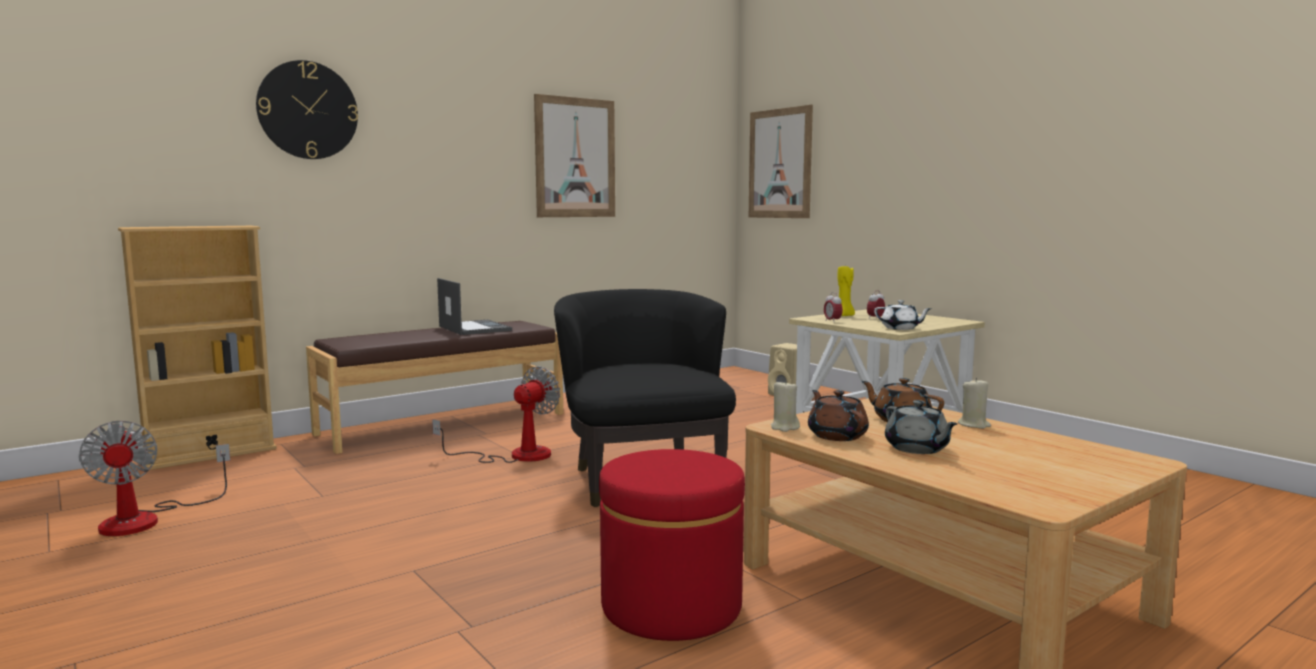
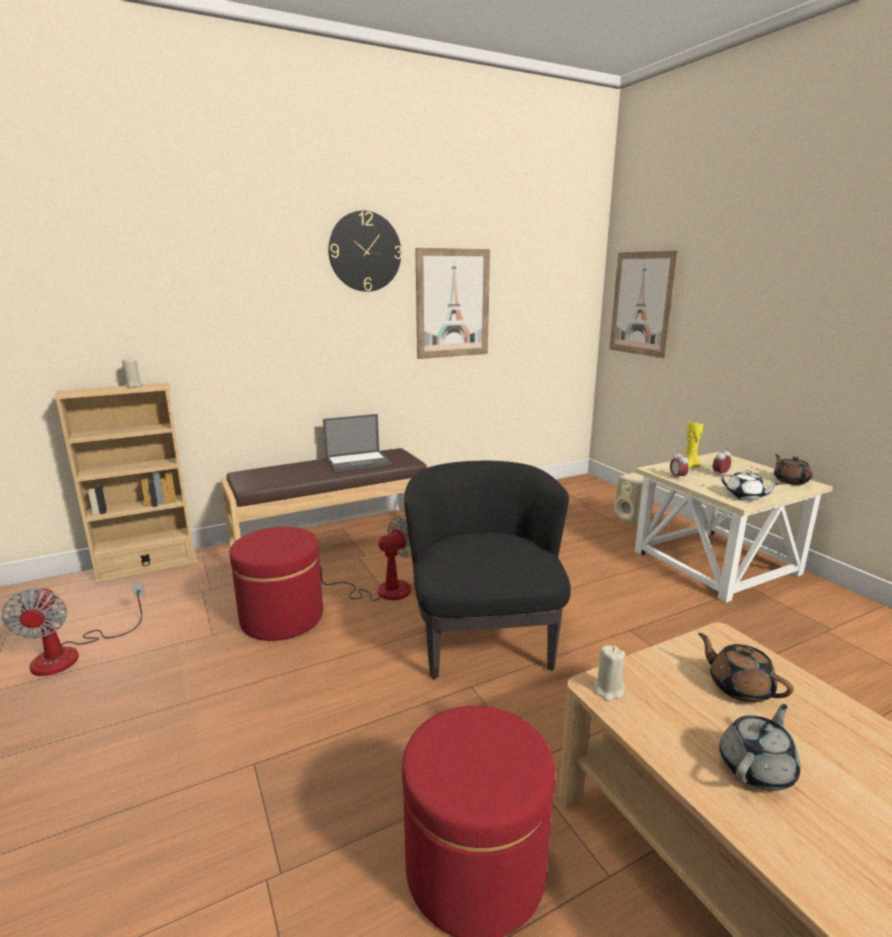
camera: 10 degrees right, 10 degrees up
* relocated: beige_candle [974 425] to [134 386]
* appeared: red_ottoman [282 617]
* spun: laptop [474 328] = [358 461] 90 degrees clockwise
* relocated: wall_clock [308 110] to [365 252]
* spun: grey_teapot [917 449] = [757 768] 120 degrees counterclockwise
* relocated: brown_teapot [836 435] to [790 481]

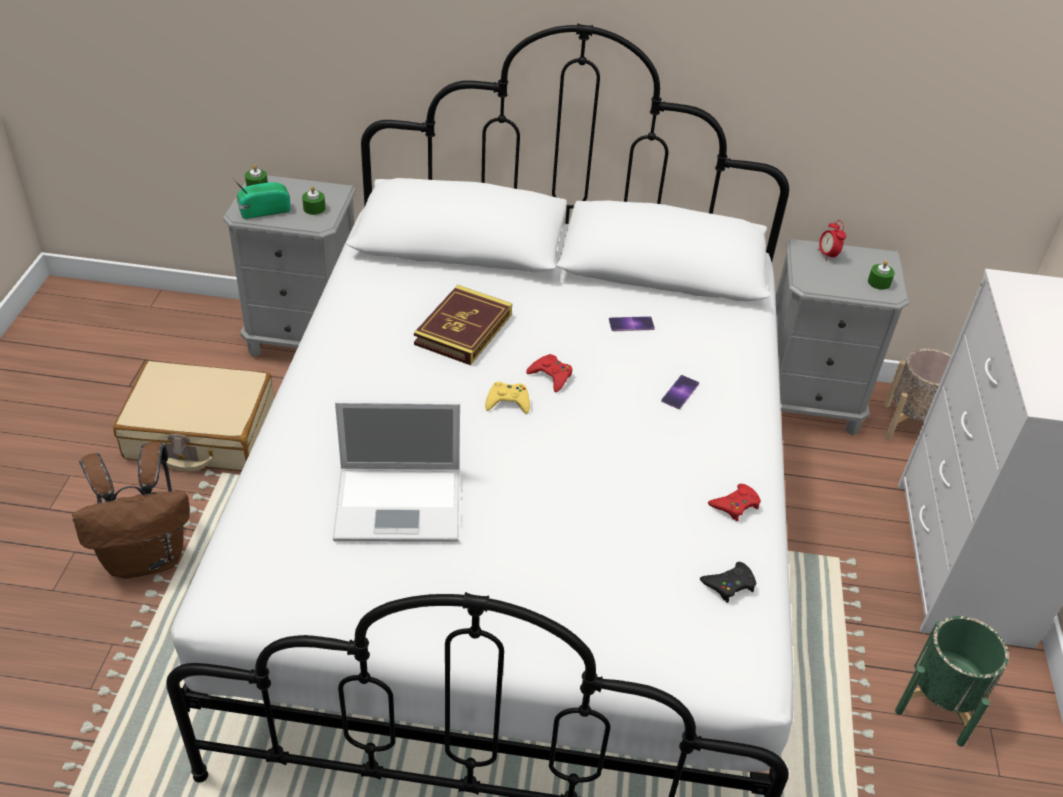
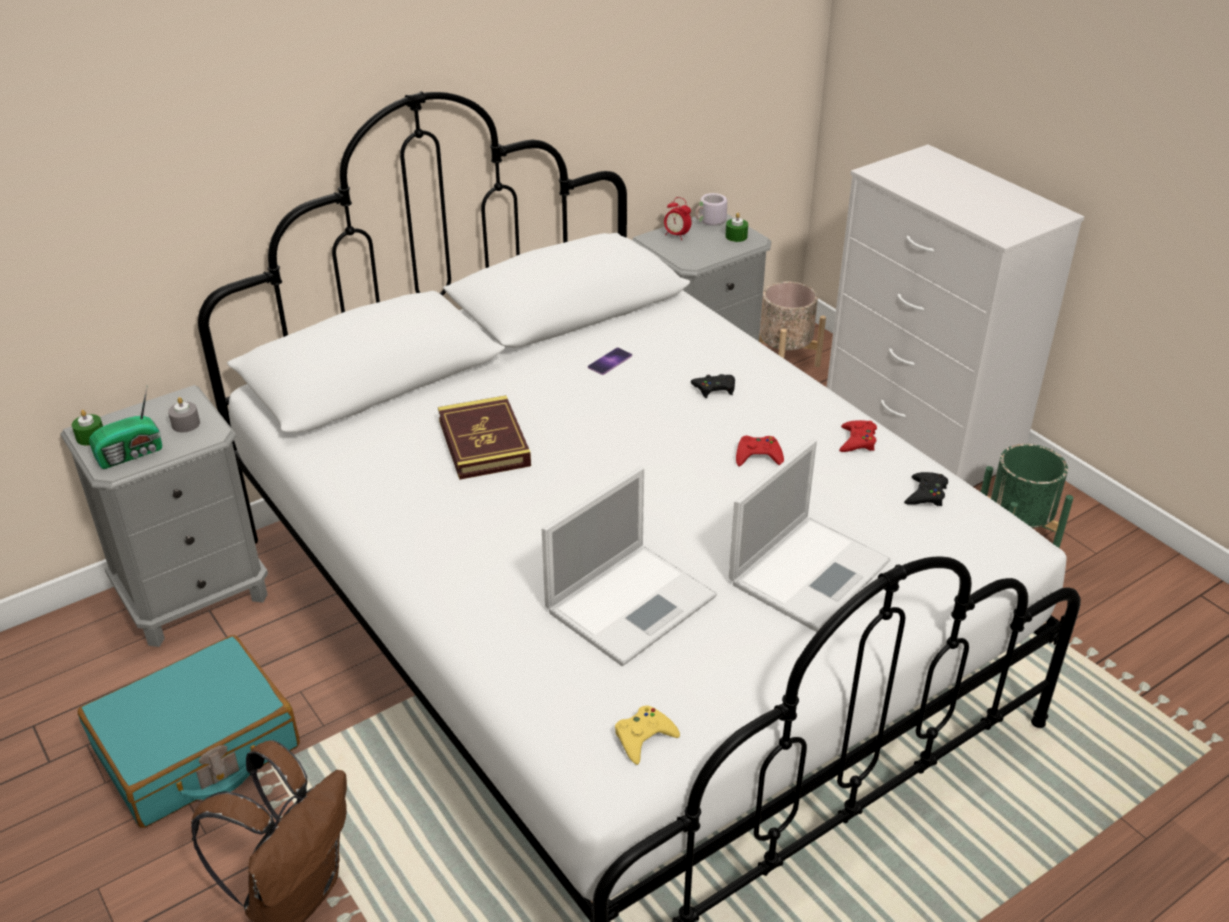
camera: 40 degrees left, 5 degrees down
* colour: beige_suitcase [200 433] to turquoise_suitcase [197 749]
* spun: radio [263 210] = [132 454] 150 degrees counterclockwise
* colour: green_candle [314 208] to grey_candle [186 424]
* relocated: yellow_game_controller [508 402] to [644 738]
* exchanged: phone [680 392] to black_game_controller [714 389]
* appeared: grey_mug [710 222]
* appeared: laptop [810 570]
* relocated: red_game_controller [551 376] to [758 456]

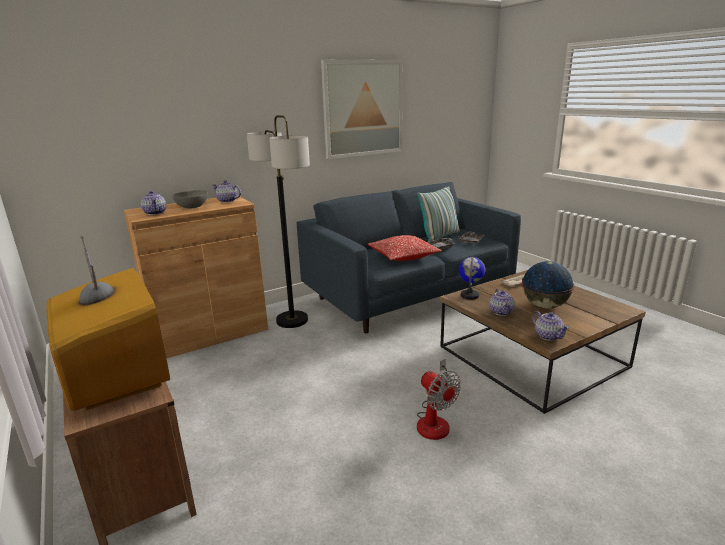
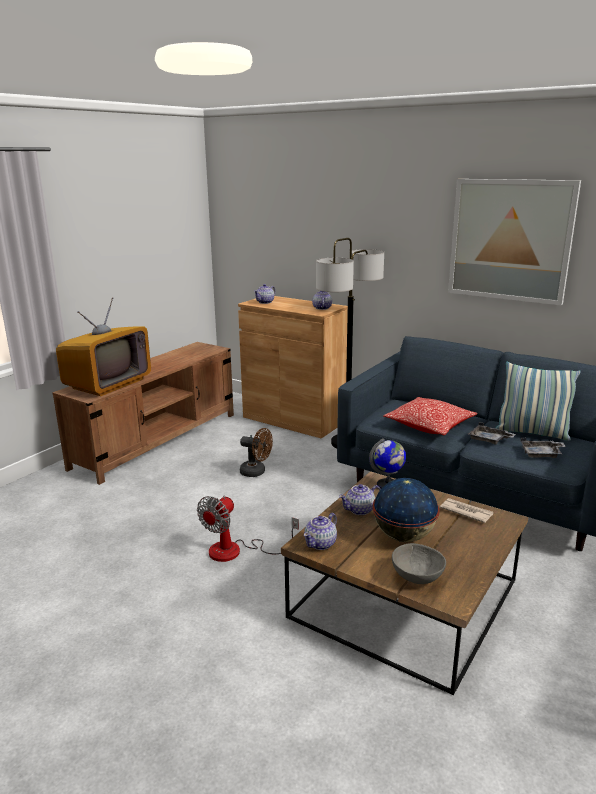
camera: 65 degrees right, 0 degrees up
* appeared: brown_fan [256 472]
* relocated: grey_bowl [191 207] to [416 577]

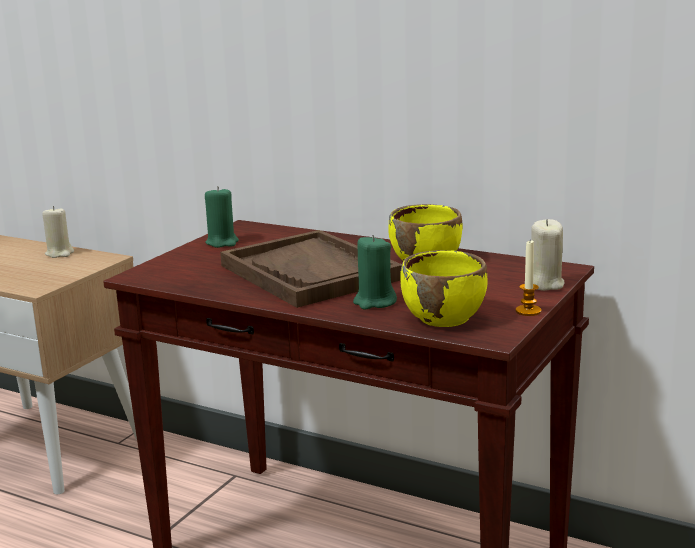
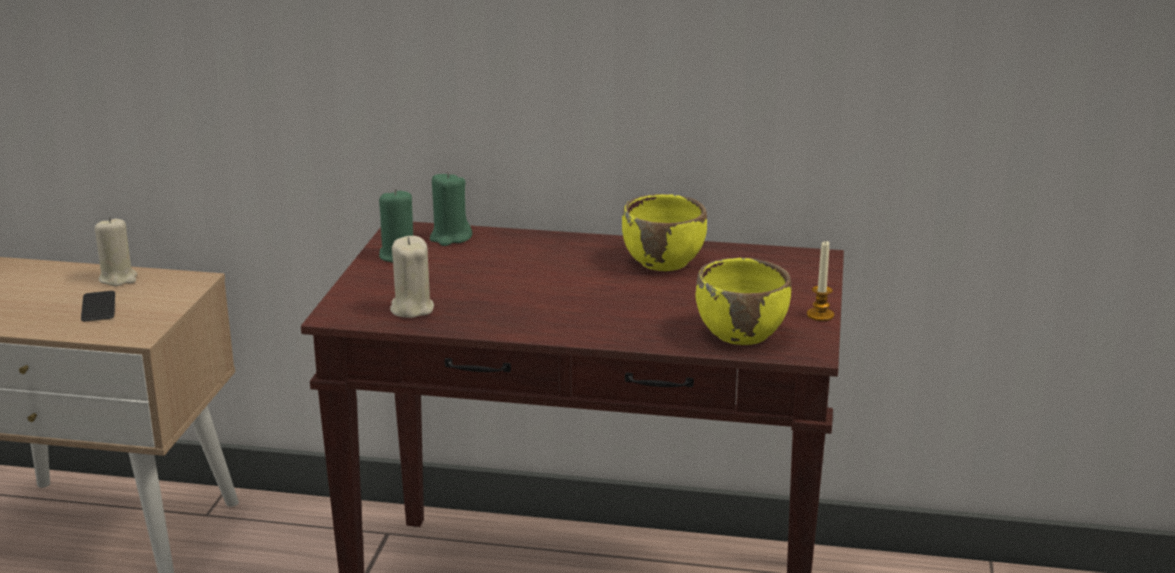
camera: 20 degrees left, 5 degrees up
* appeared: phone [98 307]
* relocated: beige_candle [544 284] to [411 309]
* relocated: green_candle [374 302] to [450 238]
* missing: brown_tray [310 272]

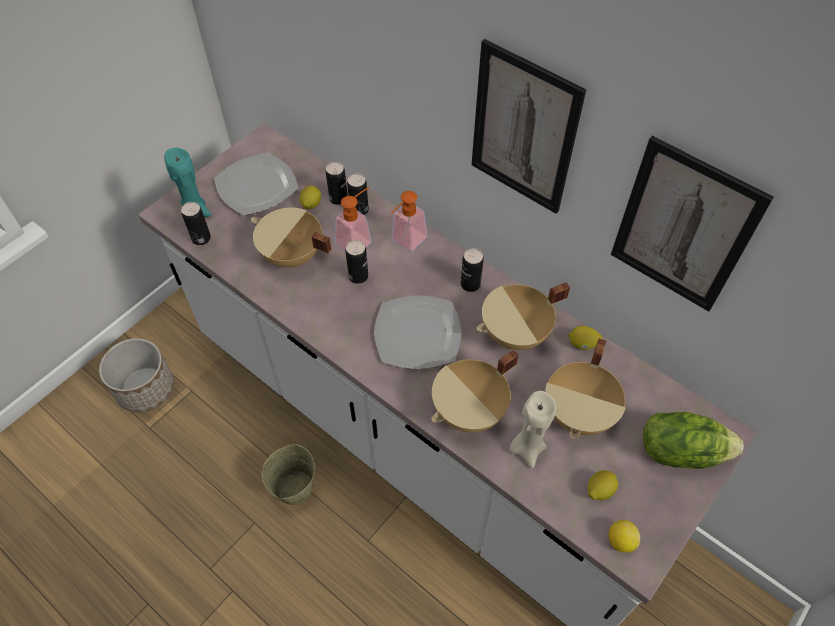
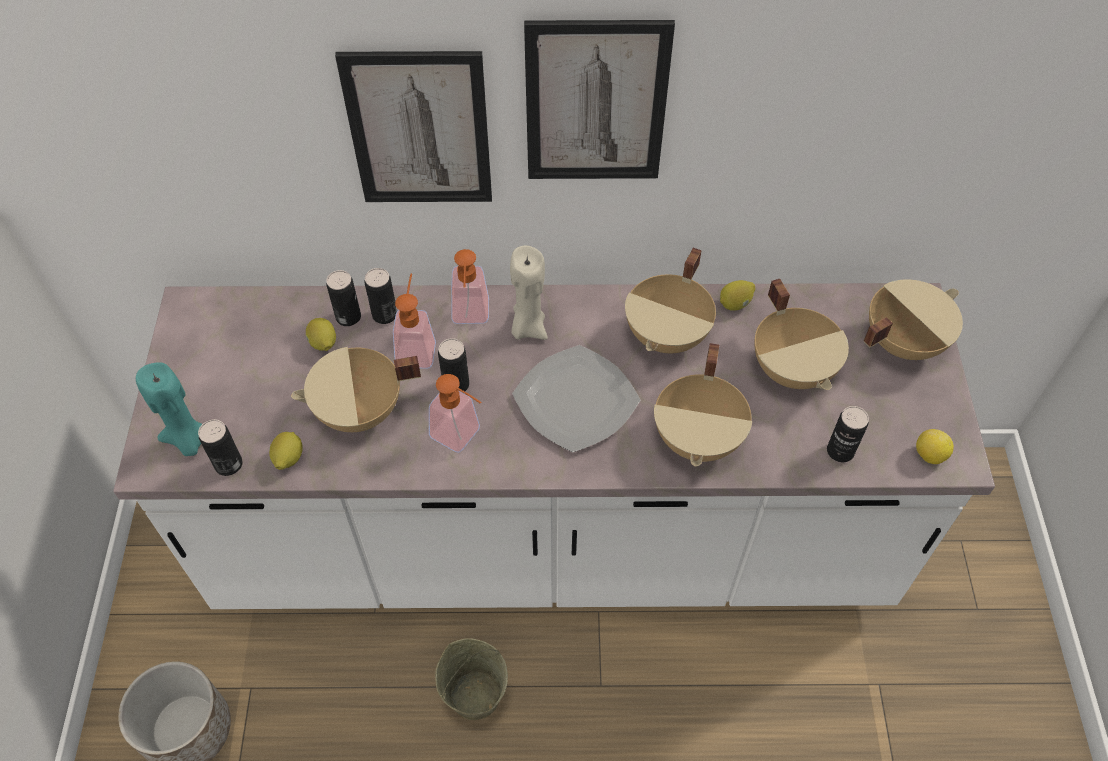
camera: 40 degrees left, 0 degrees up
* relocated: lemon [599 490] to [288 458]
* relocated: picture [683 227] to [419 130]
* appeared: soap_dispenser [462 437]
* relocated: beige_candle [527 448] to [528 327]
* relocated: can [470 284] to [840 451]
* exchanged: lettuce [680 450] to beige_cooking_pot [901 341]
* missing: plate [258 186]

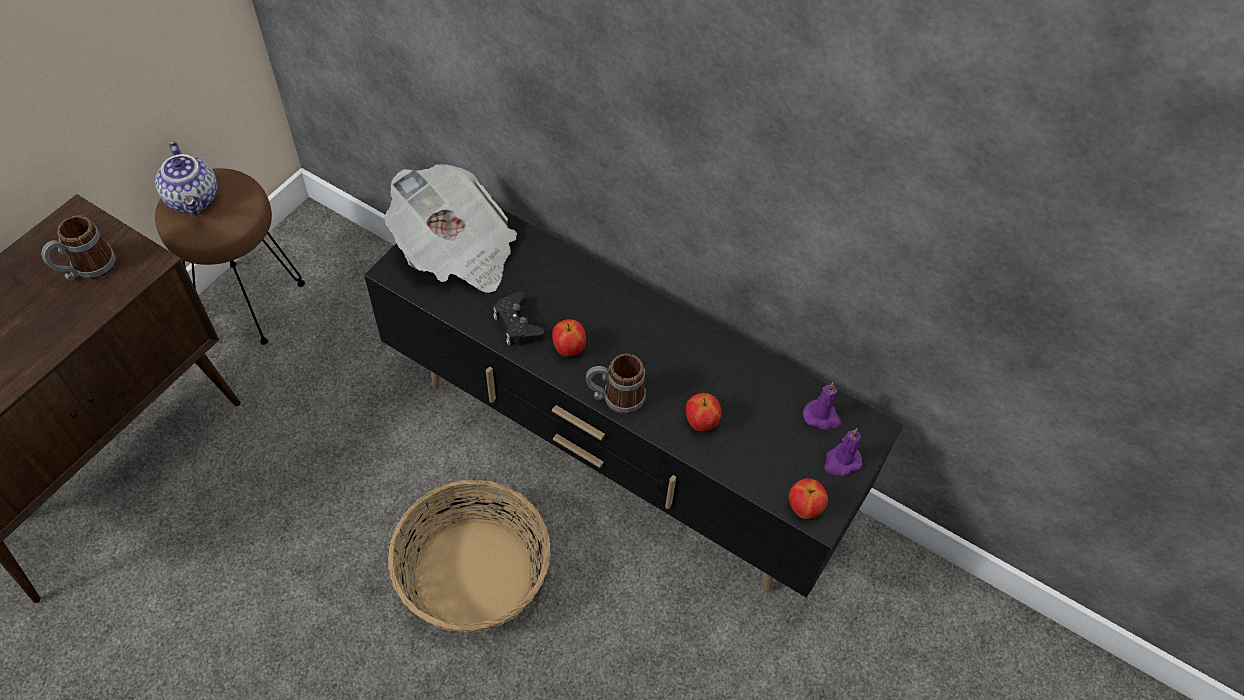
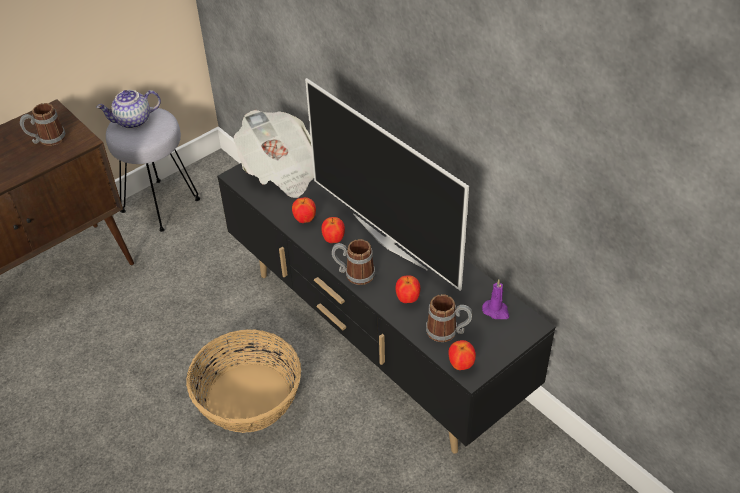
camera: 20 degrees right, 10 degrees down
* spun: teapot [194 199] = [133 121] 75 degrees clockwise
* colour: brown_stool [249 301] to grey_stool [161 204]
* exchanged: black_game_controller [517 324] to apple [305 219]
* appeared: television [390 240]
* appeared: mug [448 331]
* missing: purple_candle [841 462]

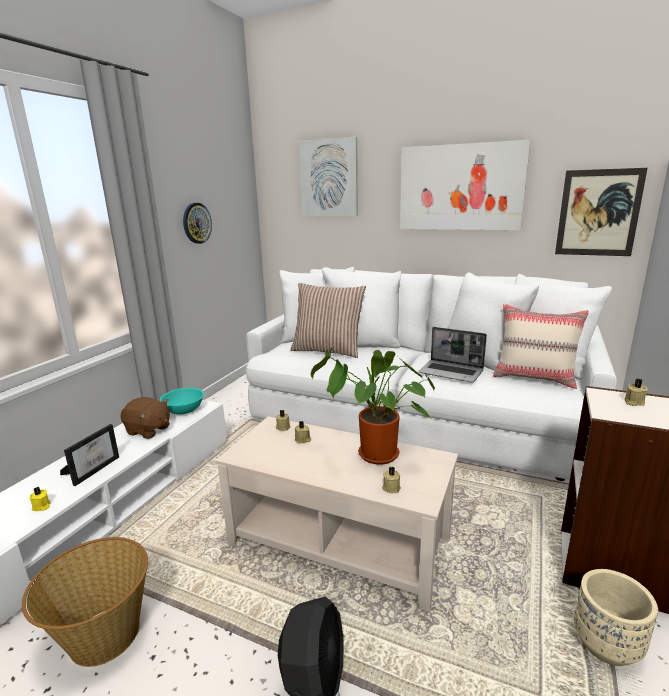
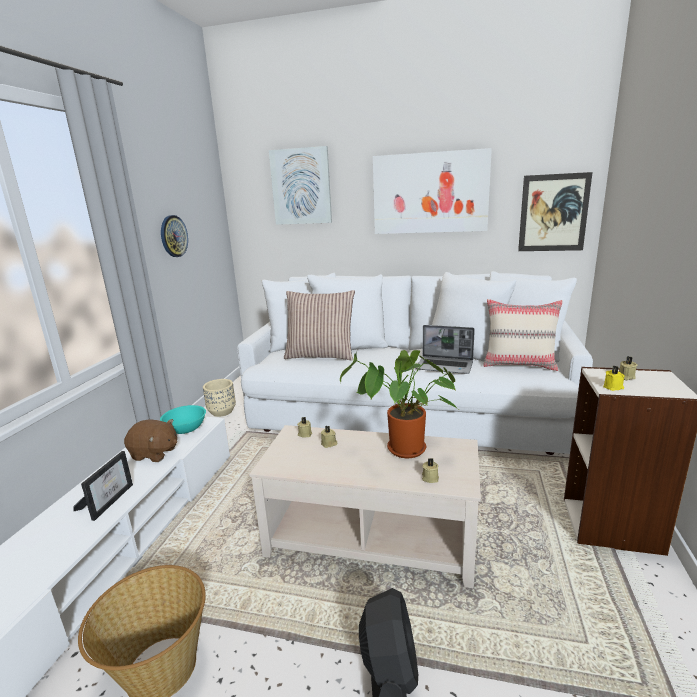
camera: 10 degrees left, 0 degrees up
* relocated: beige_planter [606 645] to [222 412]
* relocated: yellow_candle [41 506] to [613 387]

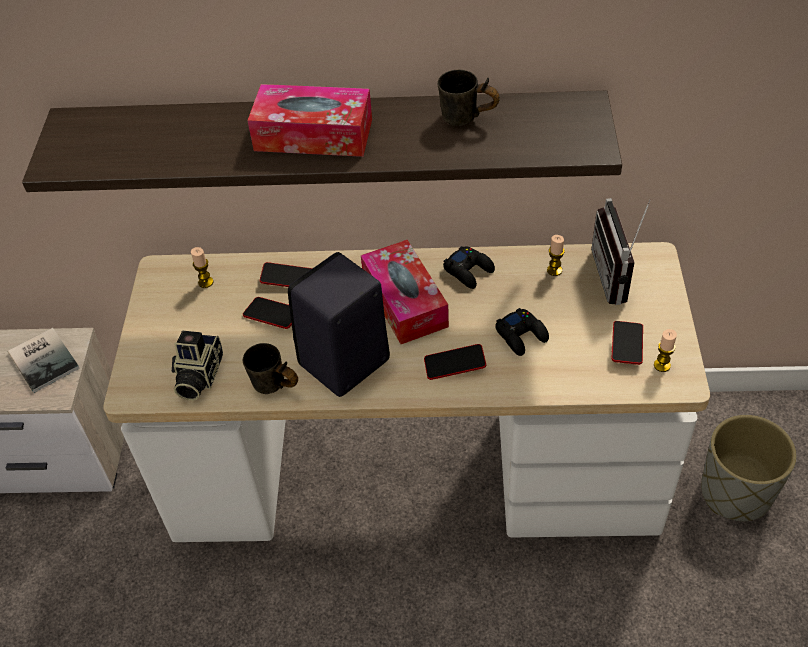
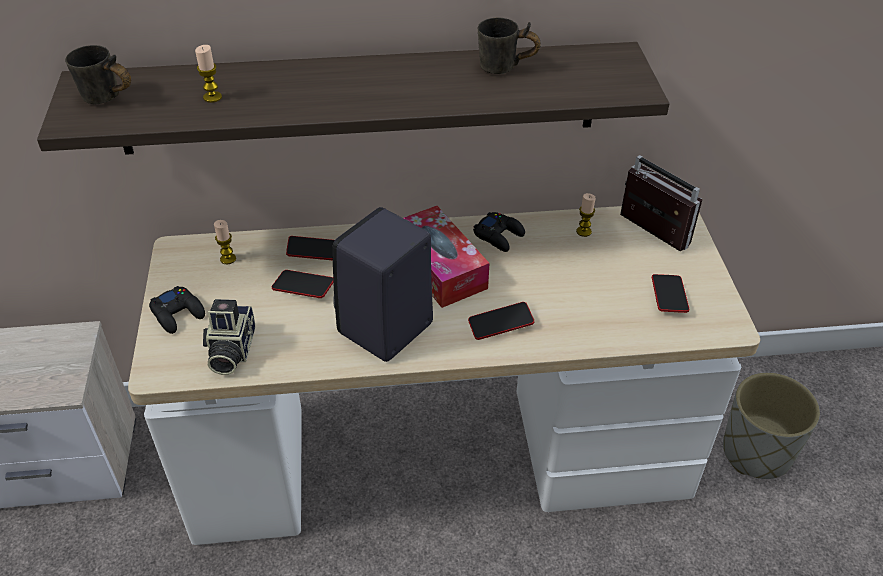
camera: 10 degrees left, 5 degrees down
* relocated: grey_mug [272 389] to [105 101]
* relocated: black_game_controller [521 335] to [178 314]
* relocated: candle [662 365] to [212 97]
* spun: radio [618 276] = [647 234] 150 degrees clockwise
* missing: book [45 358]
* missing: tissue_box [313 135]

